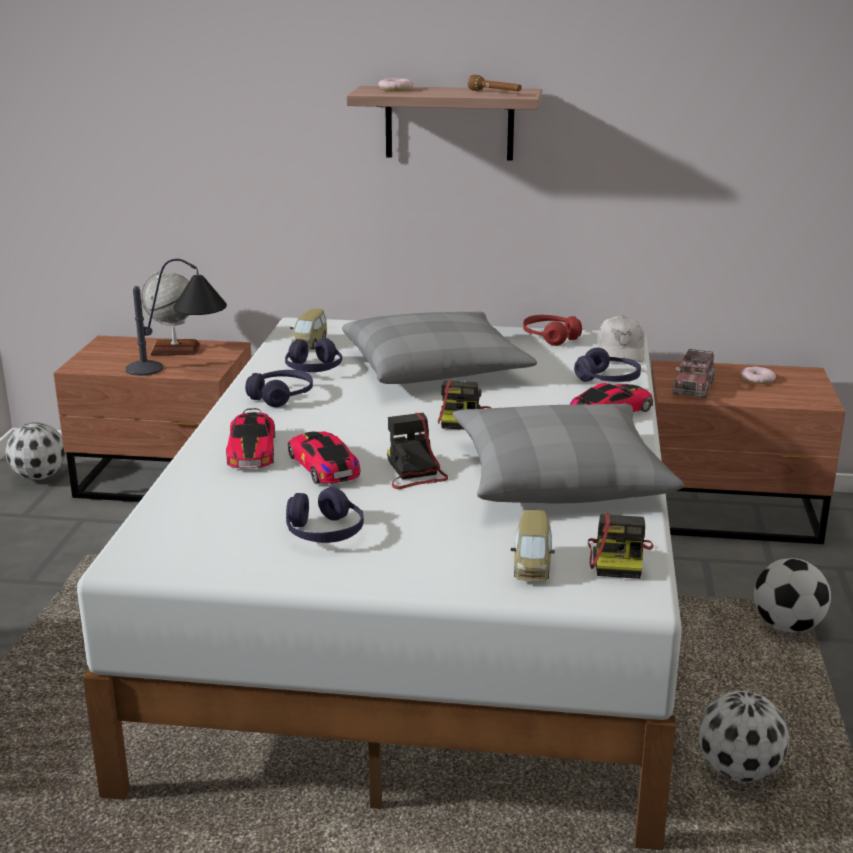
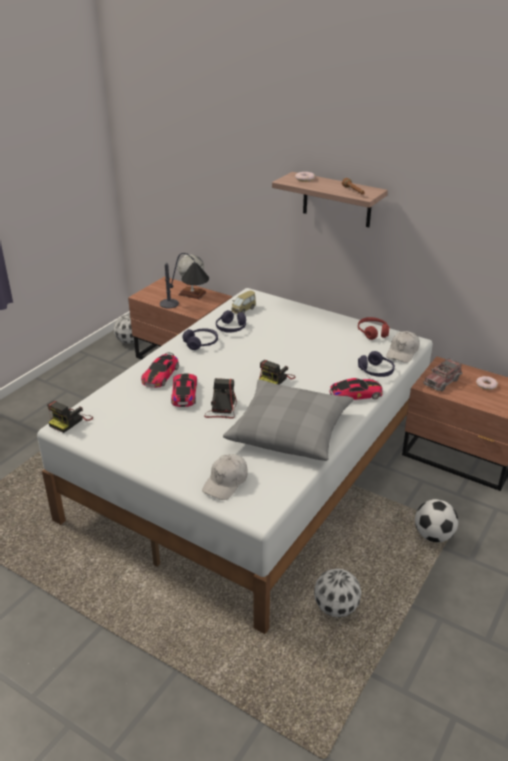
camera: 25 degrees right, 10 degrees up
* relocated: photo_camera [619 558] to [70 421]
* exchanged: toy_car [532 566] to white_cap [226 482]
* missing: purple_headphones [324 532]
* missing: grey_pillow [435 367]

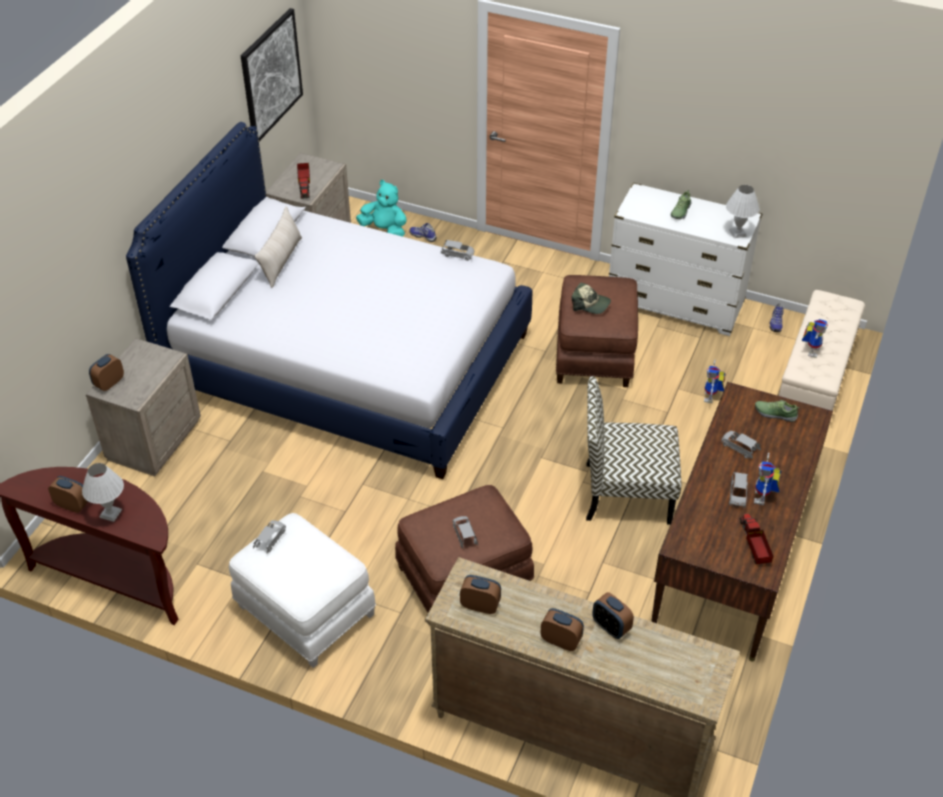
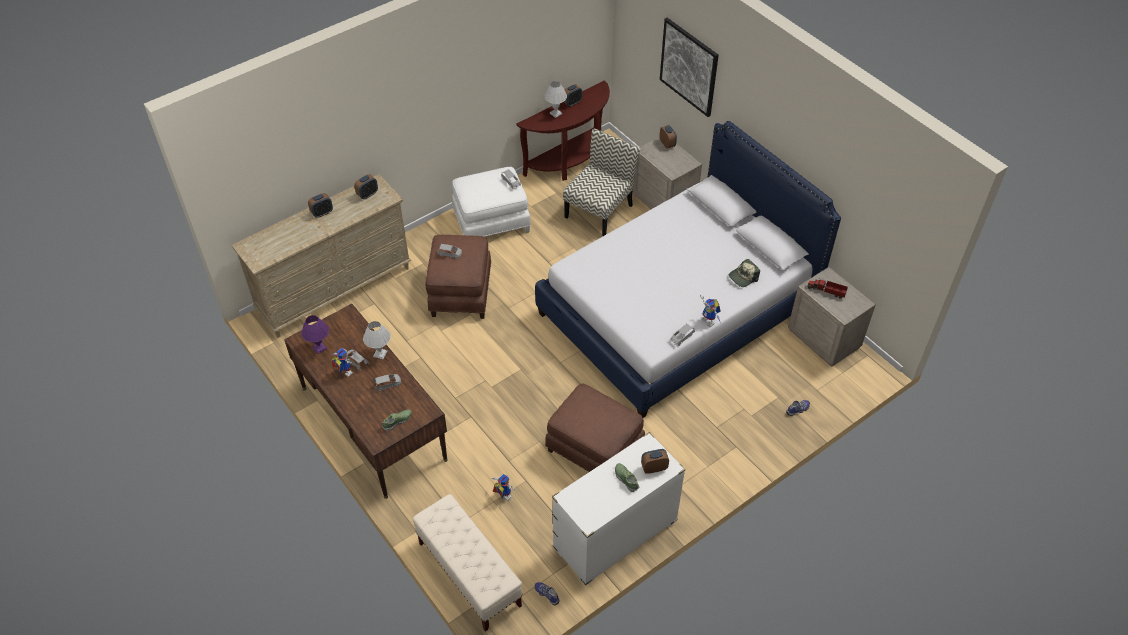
camera: 120 degrees right, 5 degrees up
* exchanged: toy_truck [754 544] to purple_table_lamp [319 348]
* relocated: white_table_lamp [738 233] to [379 354]
* relocated: chair [625 493] to [599 210]
* relocated: alarm_clock [611 627] to [654 468]
* relocated: picture [271 75] to [689 67]
* relocated: toy_robot [811 349] to [710 321]
* relocated: cap [590 304] to [743 277]
* missing: beige_pillow [281 261]
* missing: turquoise_plush_toy [384 230]

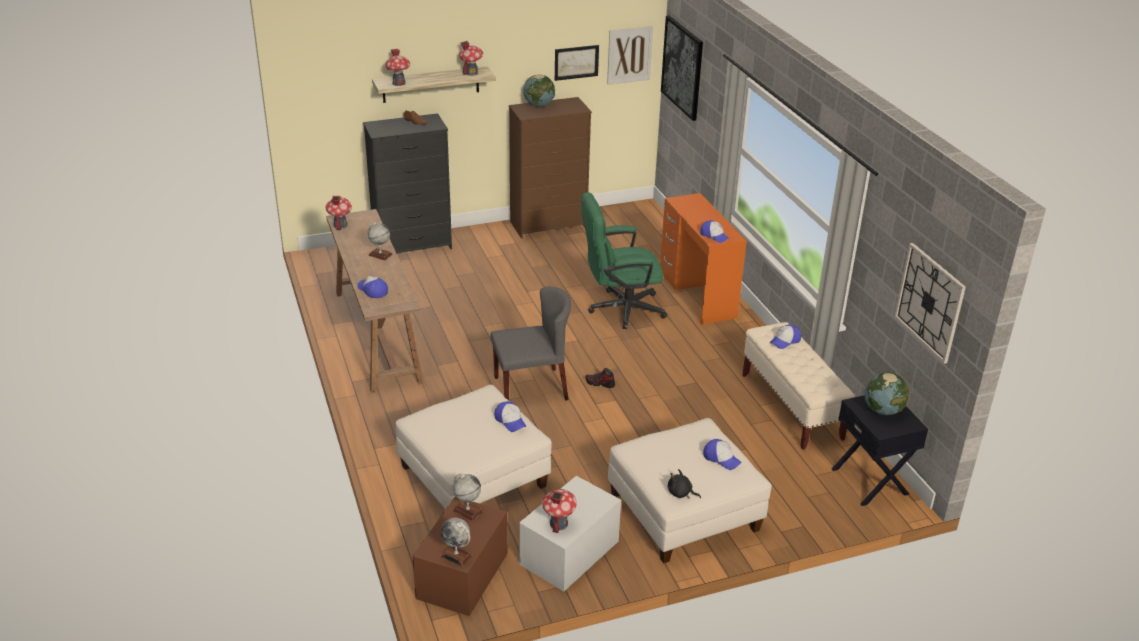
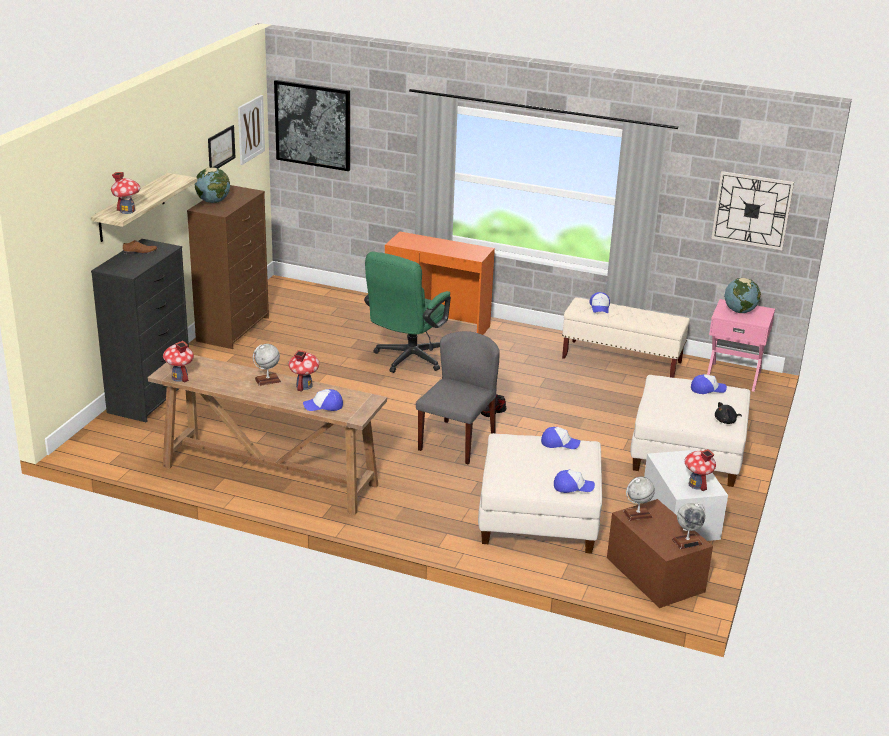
camera: 50 degrees left, 5 degrees down
* relocated: toy_house [471 73] to [304 386]
* relocated: cap [714 235] to [573 486]
* colour: black_nightstand [871 481] to pink_nightstand [733 376]

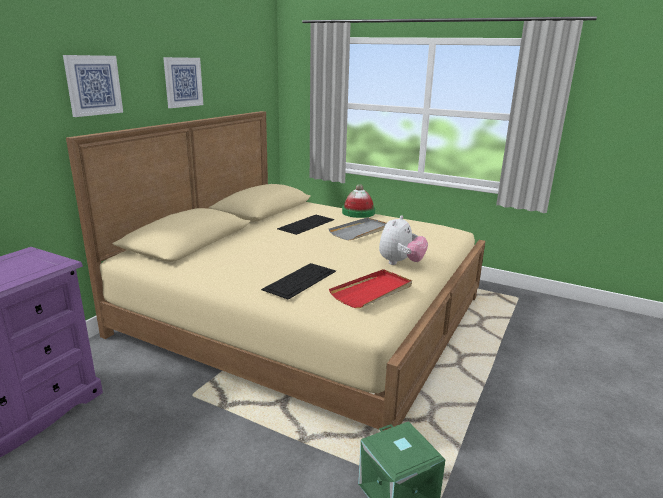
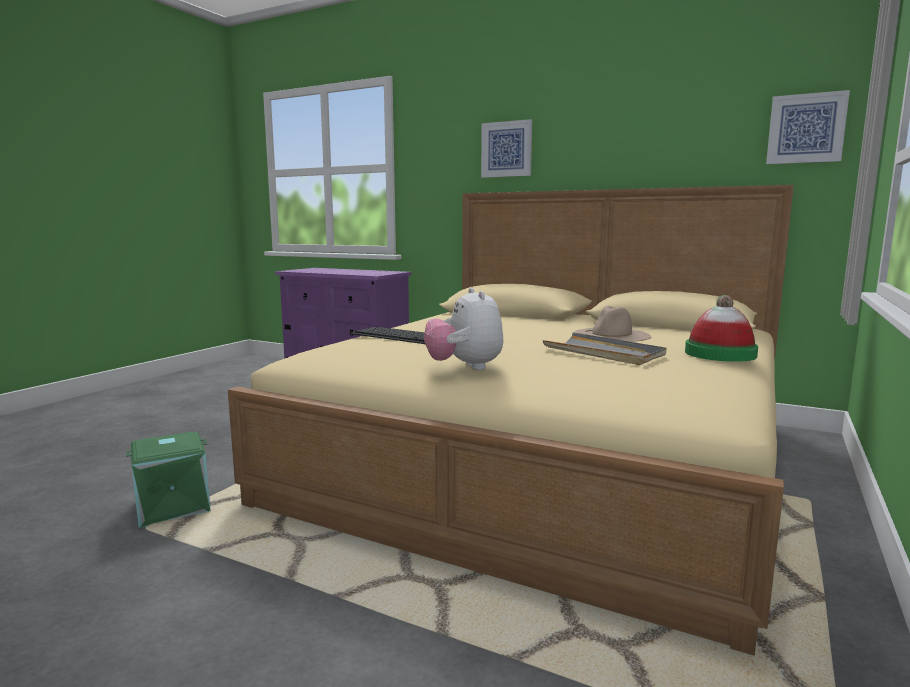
camera: 90 degrees right, 10 degrees down
* spun: plush_toy [400 263] = [465 367] 45 degrees clockwise
* exchanged: keyboard [306 224] to beige_hat [612 335]
* relocated: picture [183 82] to [806 128]
* missing: red_tray [372 291]

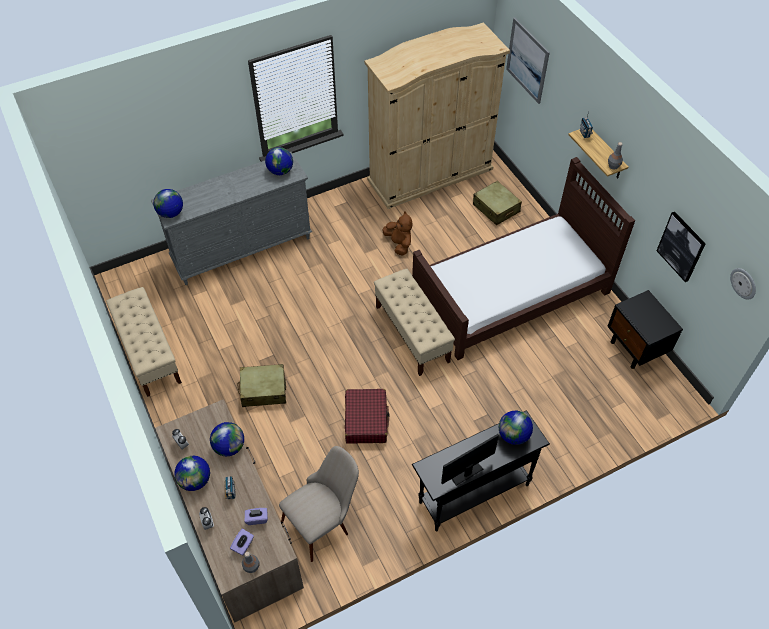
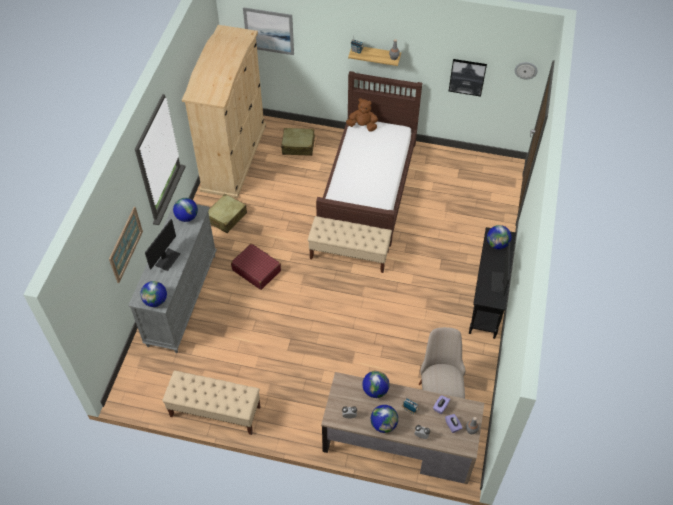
camera: 50 degrees left, 0 degrees up
* appeared: picture [125 244]
* appeared: monitor [167 259]
* relocated: beige_suitcase [263 390] to [226 217]
* relocated: red_suitcase [366 420] to [256 270]
* relocated: brown_plush_toy [399 244] to [362 126]
* missing: black_nightstand [635 349]

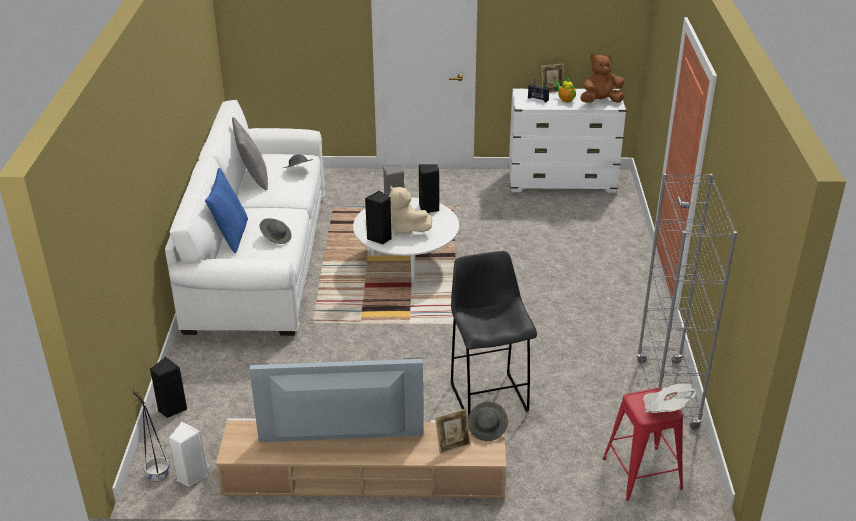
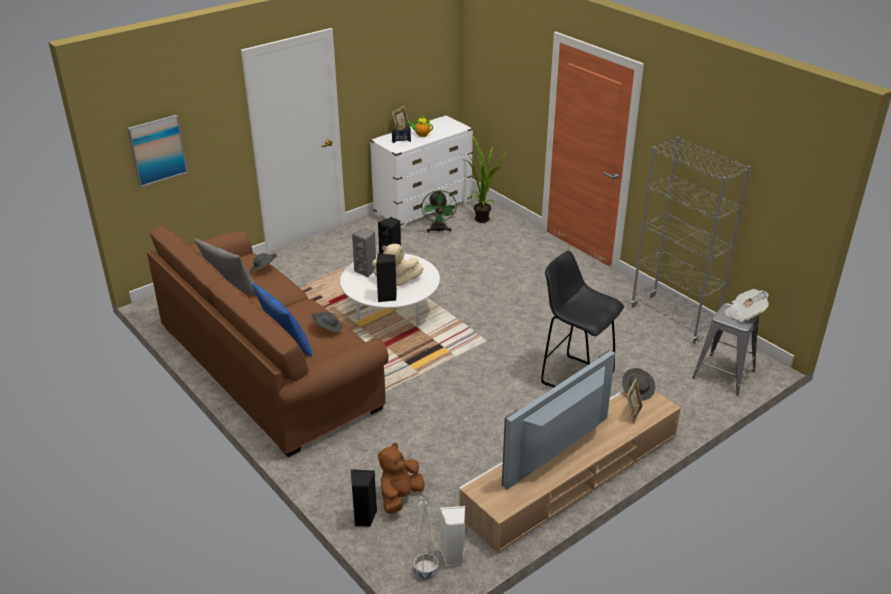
camera: 40 degrees left, 0 degrees up
* appeared: picture [157 150]
* colour: white_sofa [259 259] to brown_sofa [268 366]
* relocated: brown_plush_toy [600 102] to [400 497]
* colour: black_planter [157 474] to white_planter [425 571]
* appeared: green_fan [438 230]
* appeared: potted_plant [482 218]
* colour: red_stool [642 473] to grey_stool [723 374]

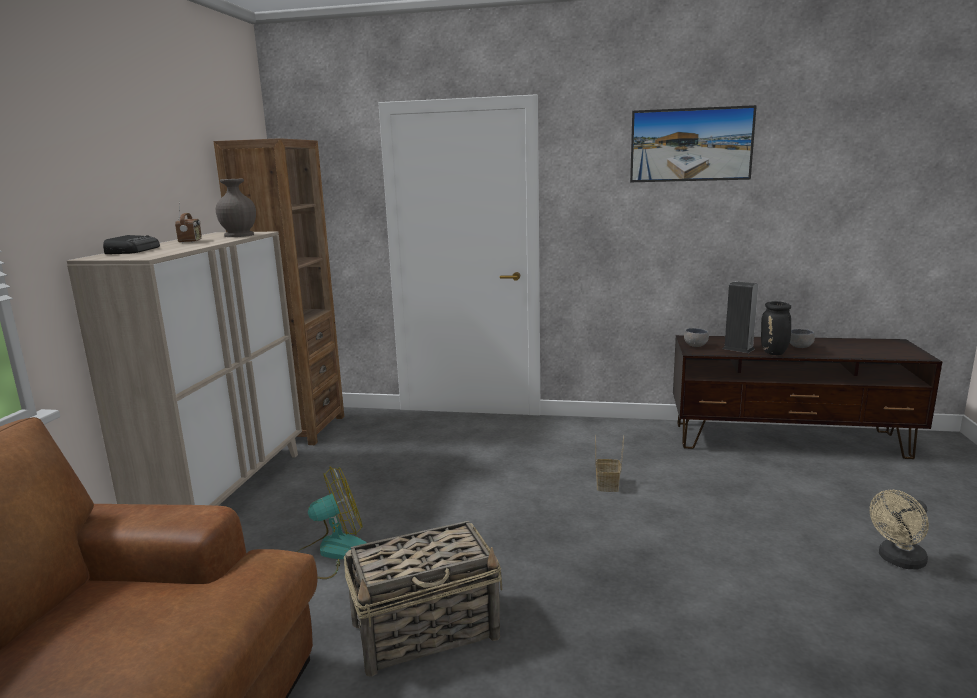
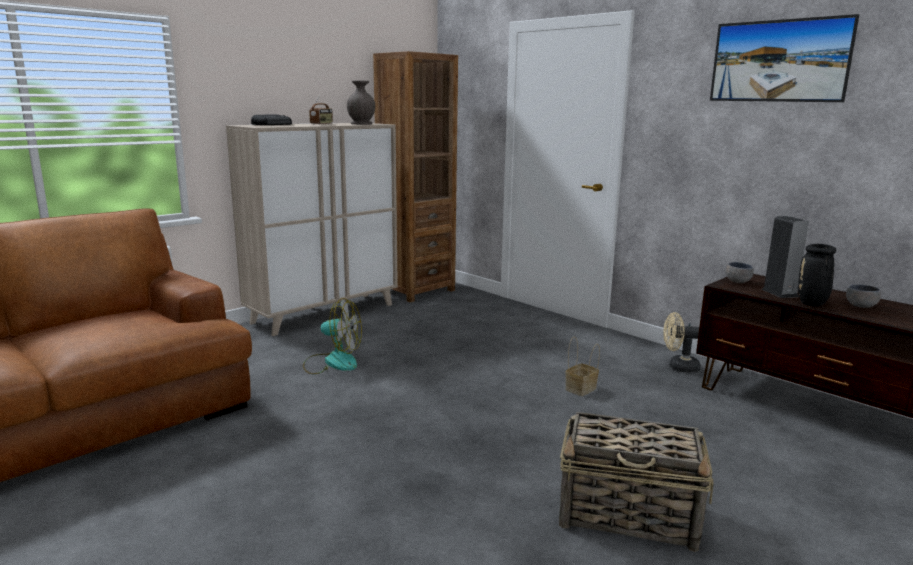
camera: 35 degrees right, 0 degrees up
* relocated: basket [427 630] to [629 515]
* relocated: beige_fan [898 561] to [678 367]

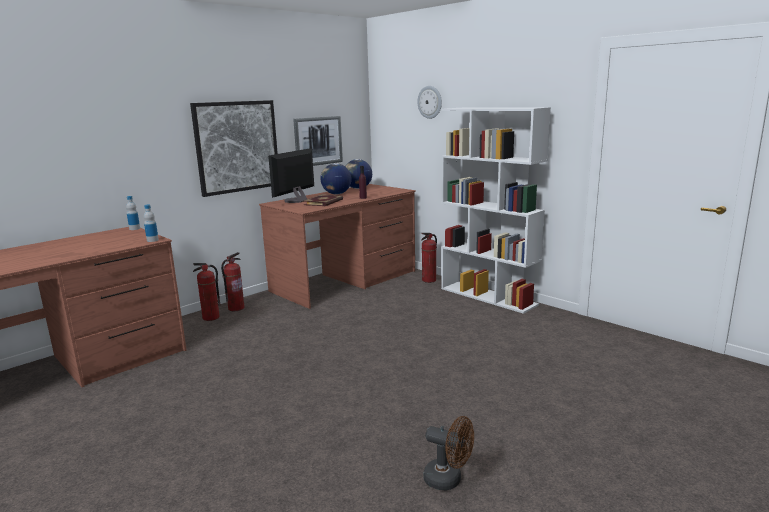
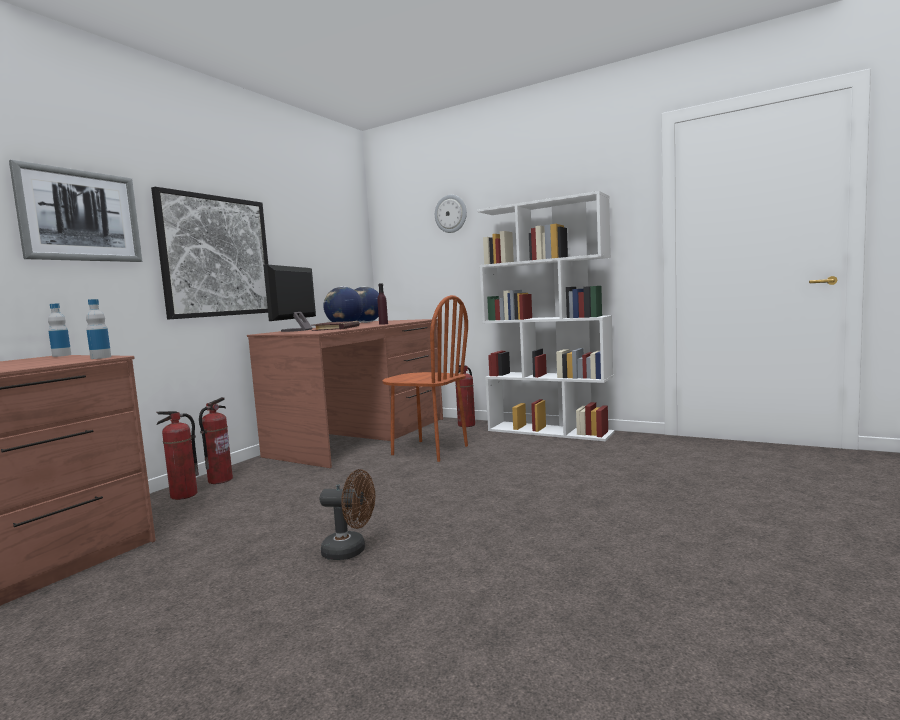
camera: 15 degrees left, 10 degrees down
* relocated: picture [318 141] to [80 216]
* relocated: brown_fan [448 480] to [351 551]
* appeared: brown_chair [429 450]

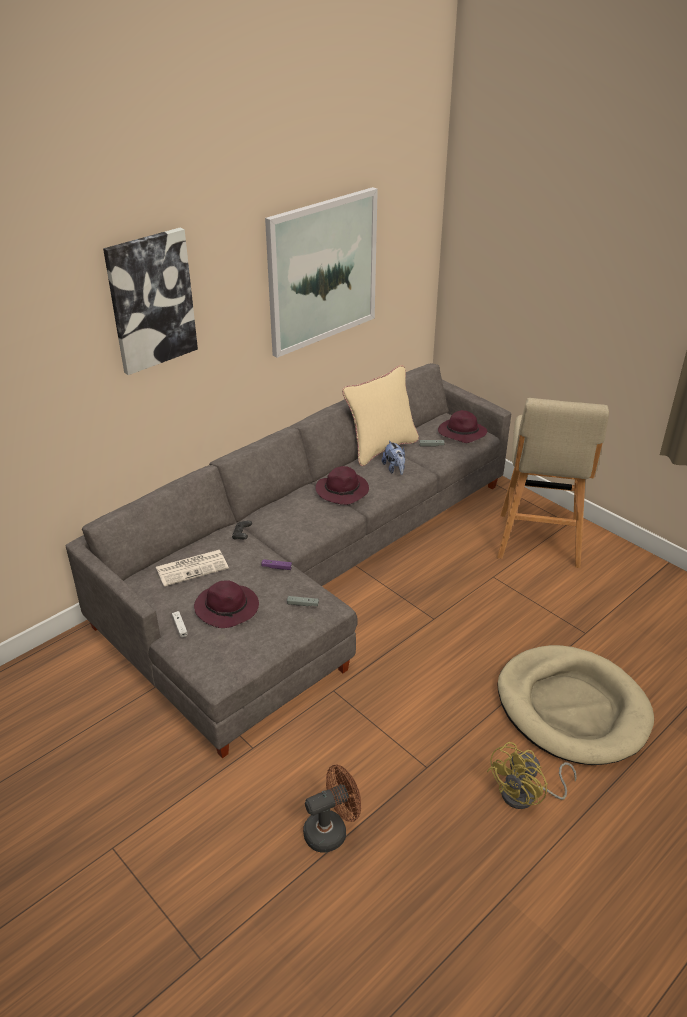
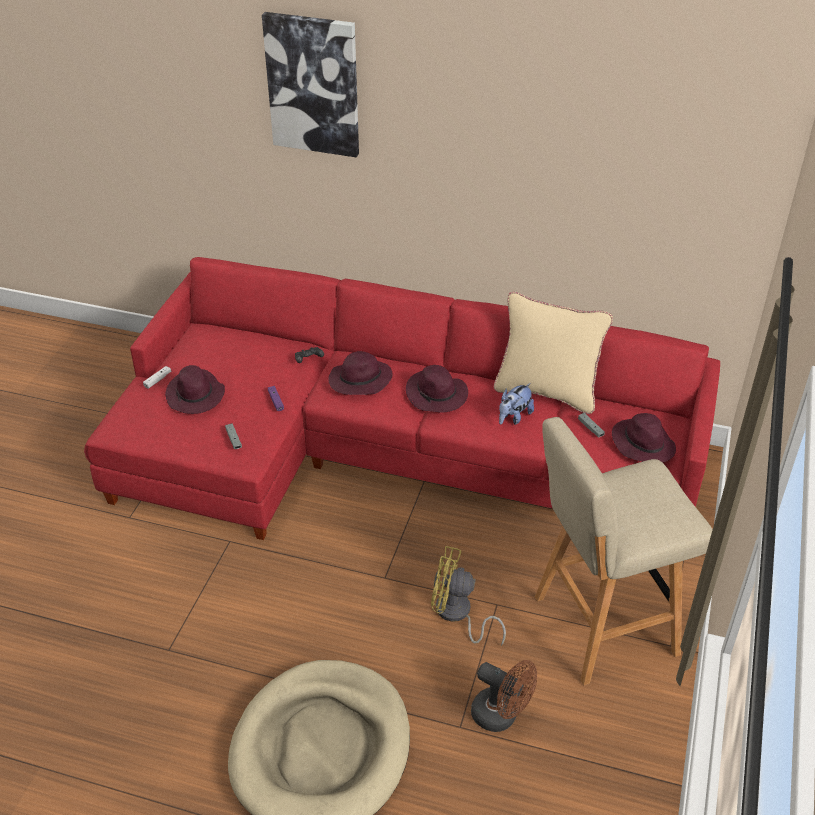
camera: 60 degrees right, 5 degrees up
* colour: grey_sofa [306 571] to red_sofa [385 450]
* appeared: purple_hat [359 381]
* relocated: yellow_fan [526 795] to [457 615]
* relocated: brown_fan [331 830] to [501 716]
* missing: newspaper [193 567]
* missing: picture [322 271]

